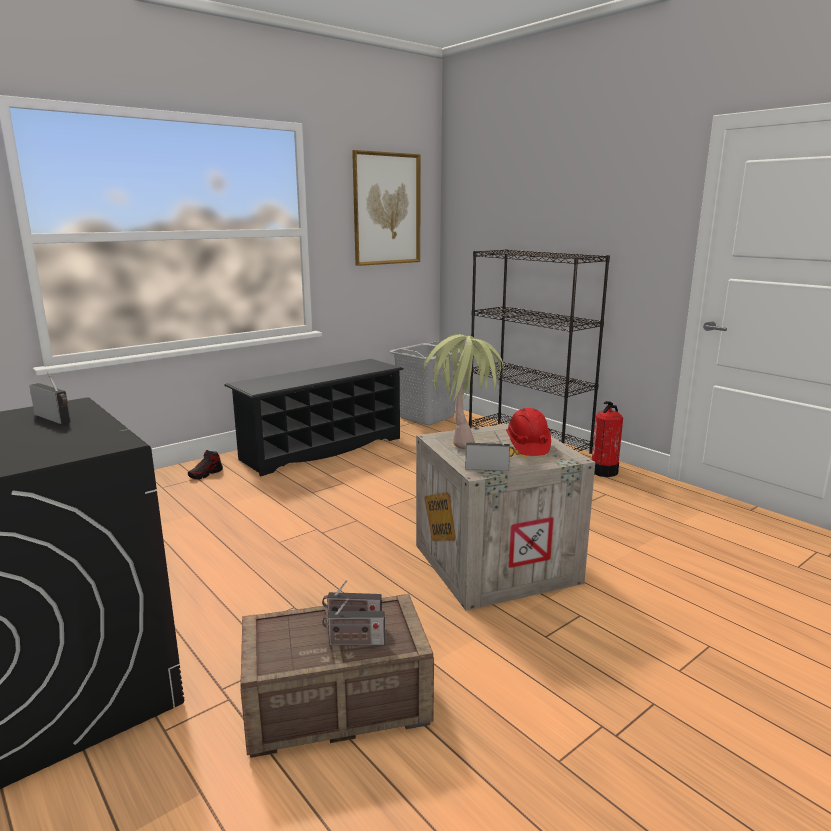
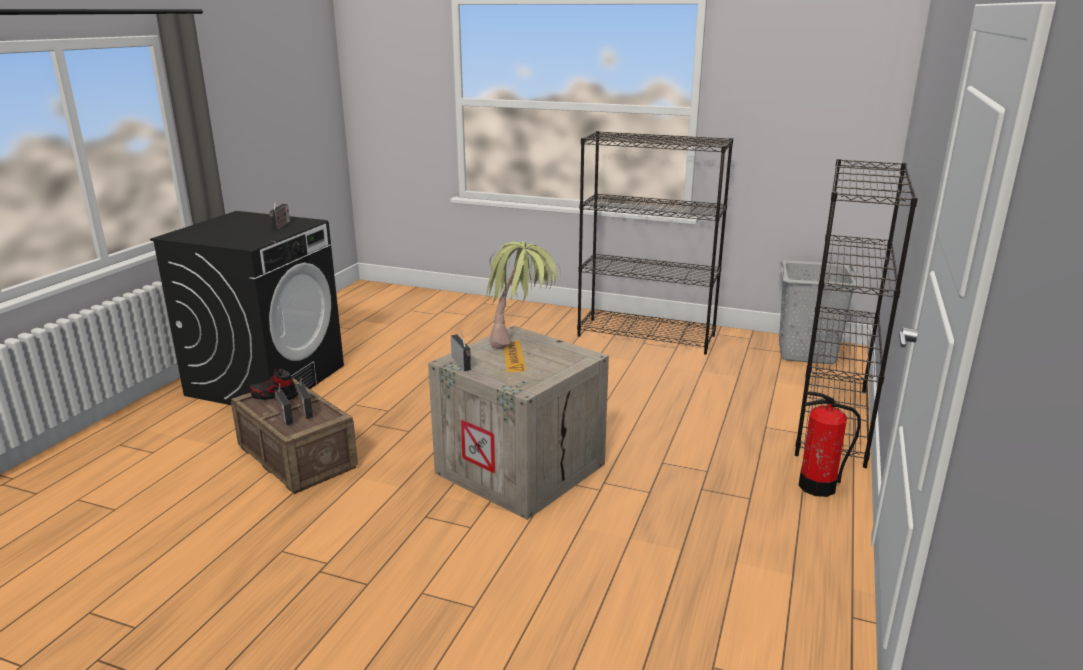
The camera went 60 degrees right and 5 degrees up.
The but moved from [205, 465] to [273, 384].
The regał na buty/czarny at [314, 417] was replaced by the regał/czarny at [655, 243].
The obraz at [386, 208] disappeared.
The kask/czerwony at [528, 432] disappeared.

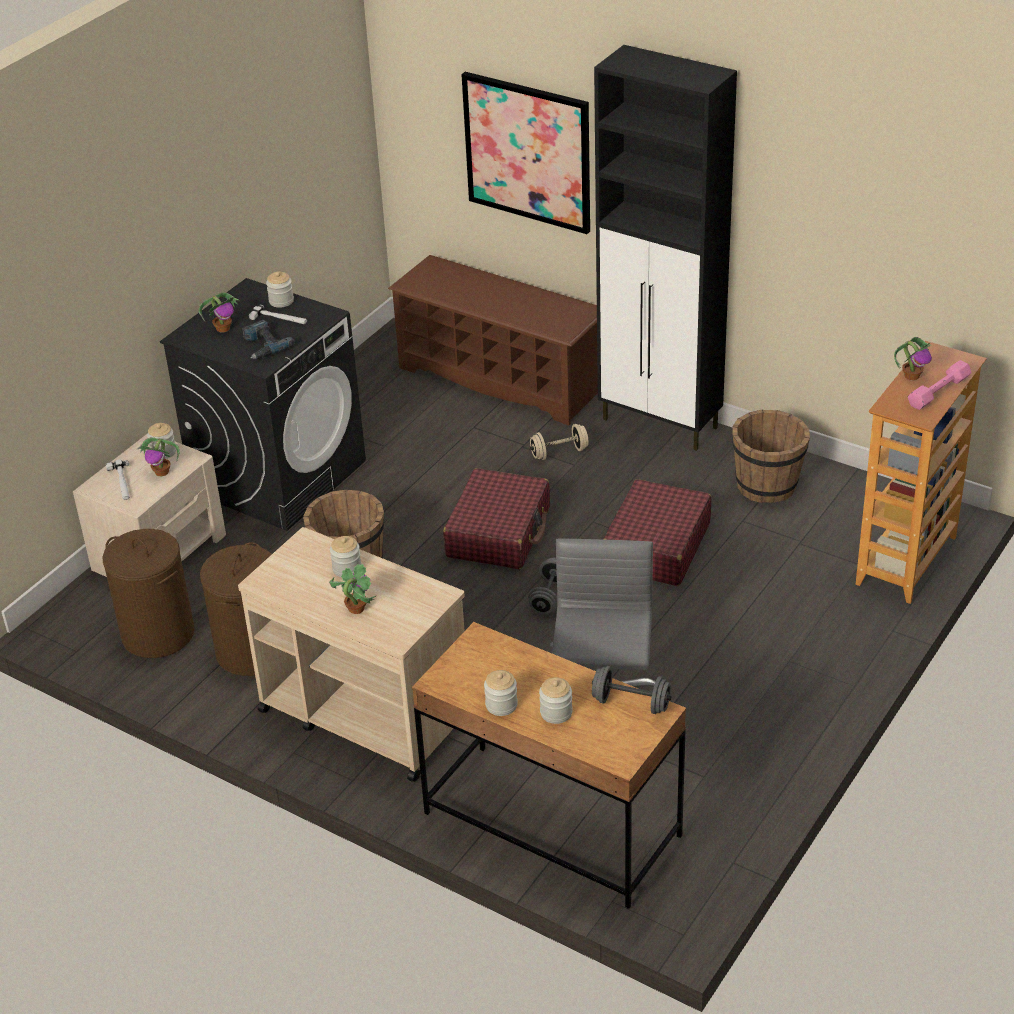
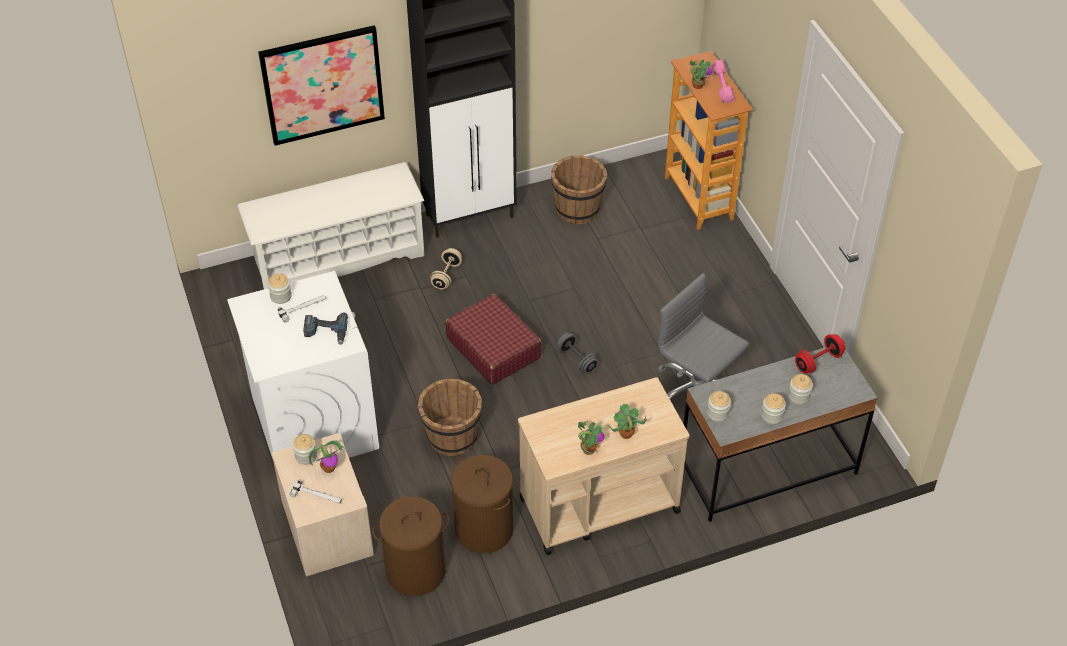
The camera went 55 degrees left and 10 degrees up.
The pralka/czarny at [263, 404] became the pralka/biały at [303, 365].
The regał na buty/brązowy at [493, 340] became the regał na buty/biały at [331, 225].
The roślina doniczkowa moved from [219, 312] to [591, 438].
The biurko/brązowy at [549, 765] became the biurko/szary at [780, 434].
The słoik moved from [345, 556] to [719, 406].
The hantel/szary at [632, 690] became the hantel/czerwony at [820, 354].
The walizka/czerwony at [657, 532] disappeared.

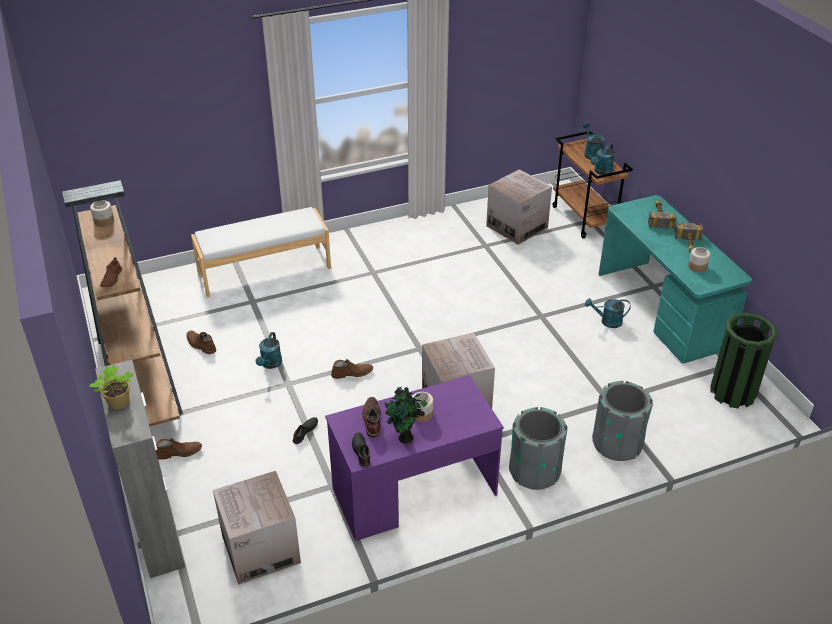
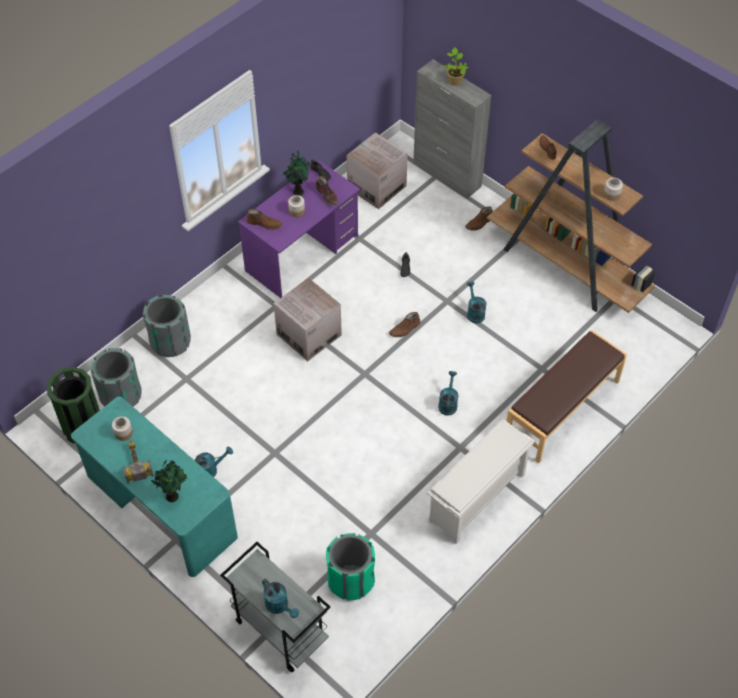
The camera went 155 degrees right and 15 degrees up.
The kosz na śmieci/szary moved from [538, 448] to [116, 377].
The młotek at [662, 214] was replaced by the roślina doniczkowa at [168, 481].
The wózek/brązowy at [592, 184] became the wózek/szary at [275, 607].
The but z cholewką/brązowy moved from [201, 342] to [264, 219].
The karton at [519, 207] was replaced by the kosz na śmieci/zielony at [350, 566].
The regał na buty/biały at [480, 481] appeared.
The konewka/turkusowy moved from [603, 159] to [448, 393].
The ławka/biały at [261, 252] became the ławka/brązowy at [567, 396].

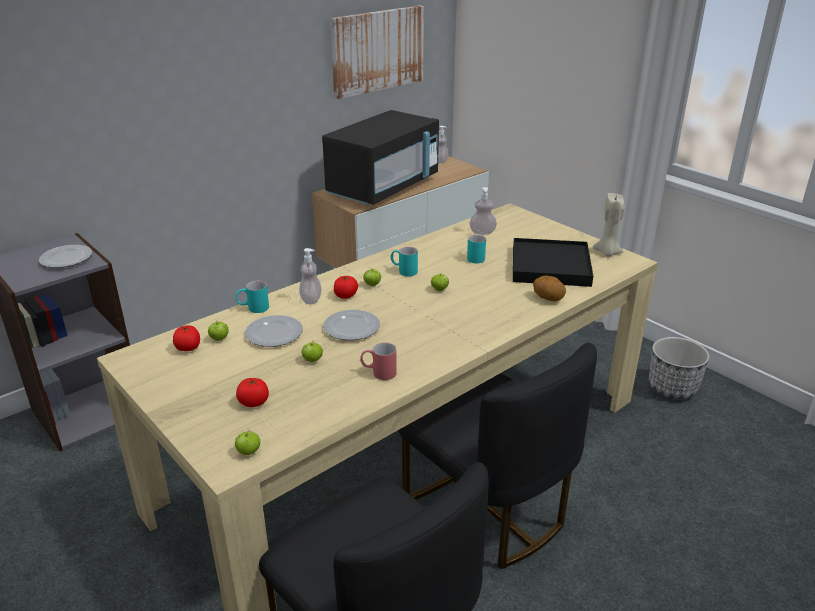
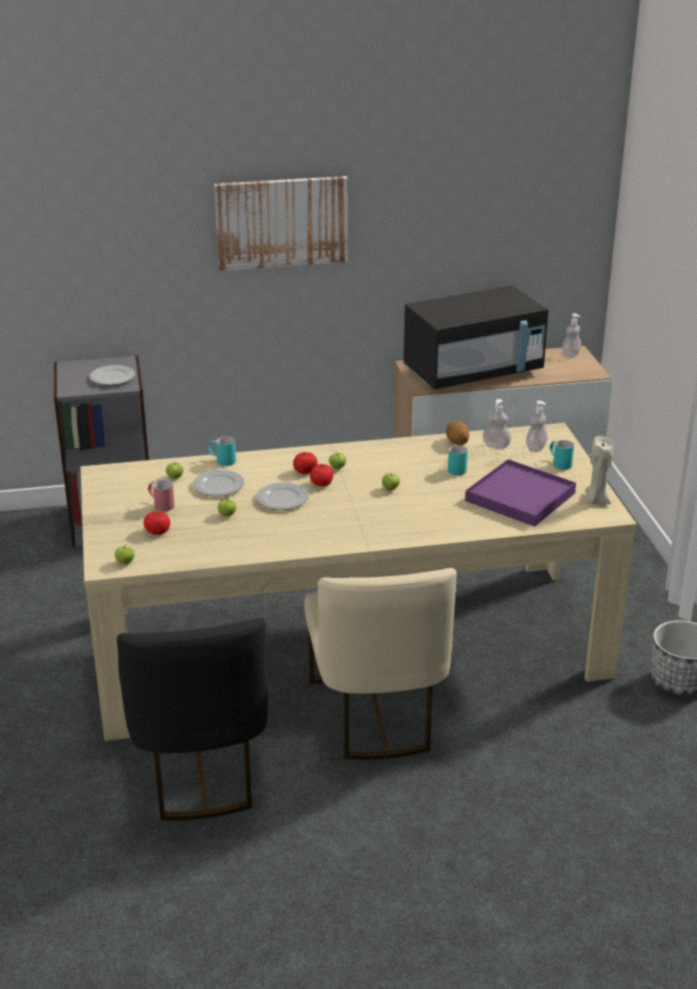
The camera went 30 degrees right and 0 degrees up.
The kubek/czerwony moved from [378, 361] to [161, 495].
The obraz moved from [377, 52] to [281, 223].
The krzesło/czarny at [498, 456] became the krzesło/beżowy at [380, 664].
The pomidor moved from [186, 338] to [321, 475].
The ziemniak moved from [549, 289] to [457, 433].
The taca/czarny at [553, 262] became the taca/fioletowy at [520, 493].
The dozownik mydła moved from [310, 276] to [537, 426].
The kubek/turkusowy moved from [404, 261] to [561, 455].

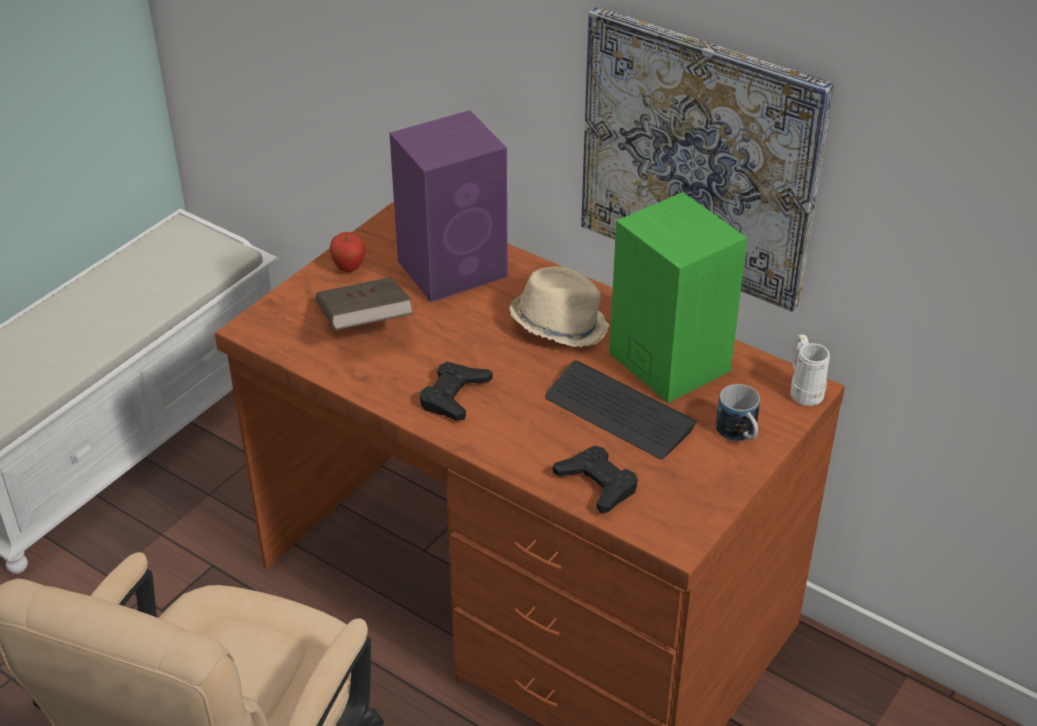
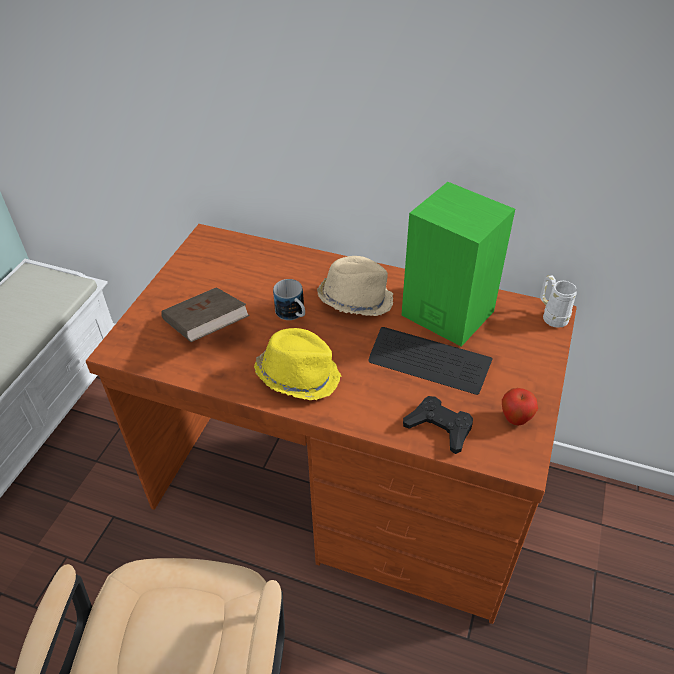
The camera went 15 degrees left and 5 degrees up.
The pad do gier/czarny at [456, 391] was replaced by the kapelusz/żółty at [297, 364].
The kubek moved from [738, 412] to [289, 299].
The jabłko moved from [347, 252] to [520, 406].
The głośnik/fioletowy at [448, 206] disappeared.
The obraz at [707, 159] disappeared.

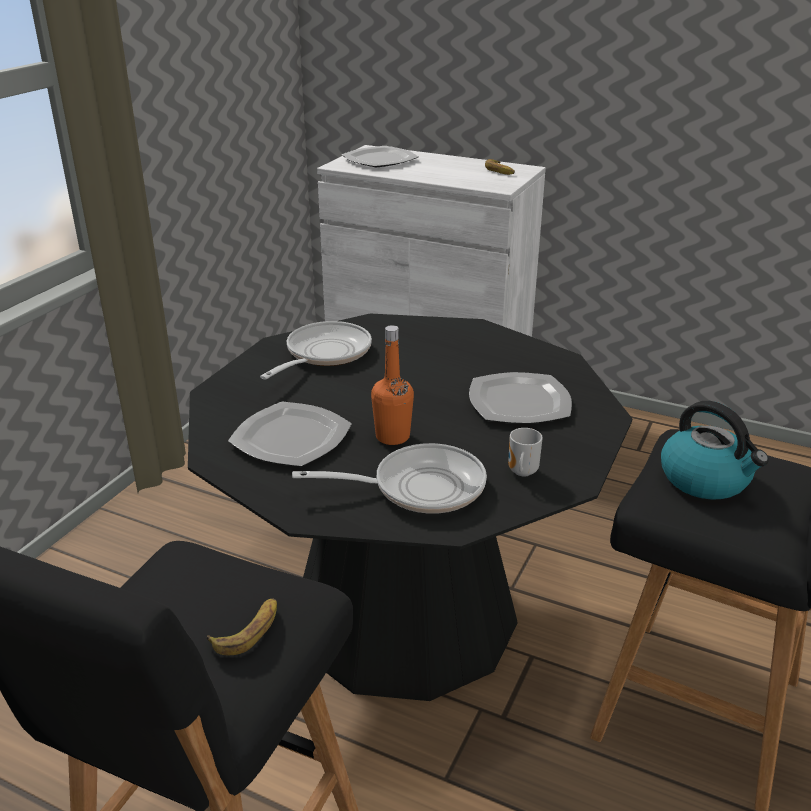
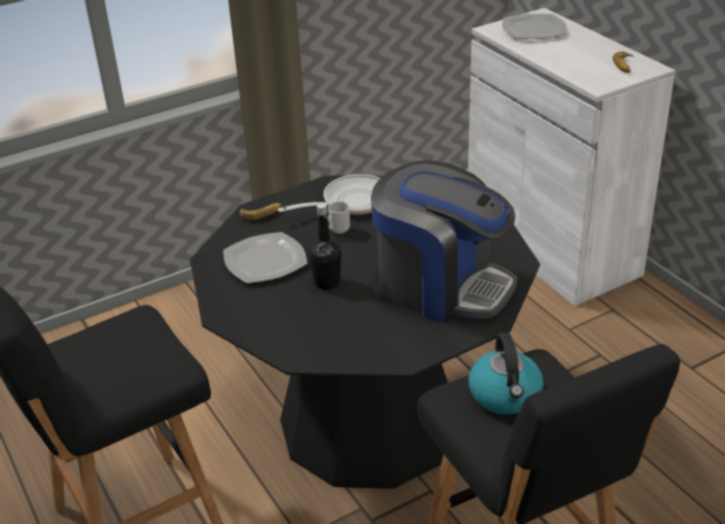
The camera went 35 degrees right and 5 degrees up.
The banan moved from [242, 626] to [261, 211].
The butelka/pomarańczowy at [392, 385] became the butelka/czarny at [325, 246].
The kubek moved from [525, 452] to [339, 217].
The talerz at [520, 397] was replaced by the ekspres do kawy at [444, 242].
The patelnia at [389, 478] disappeared.

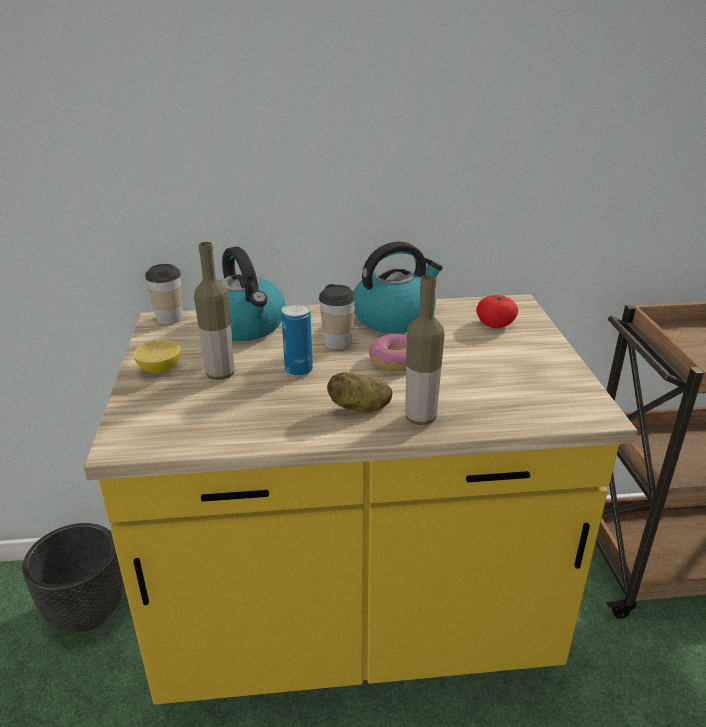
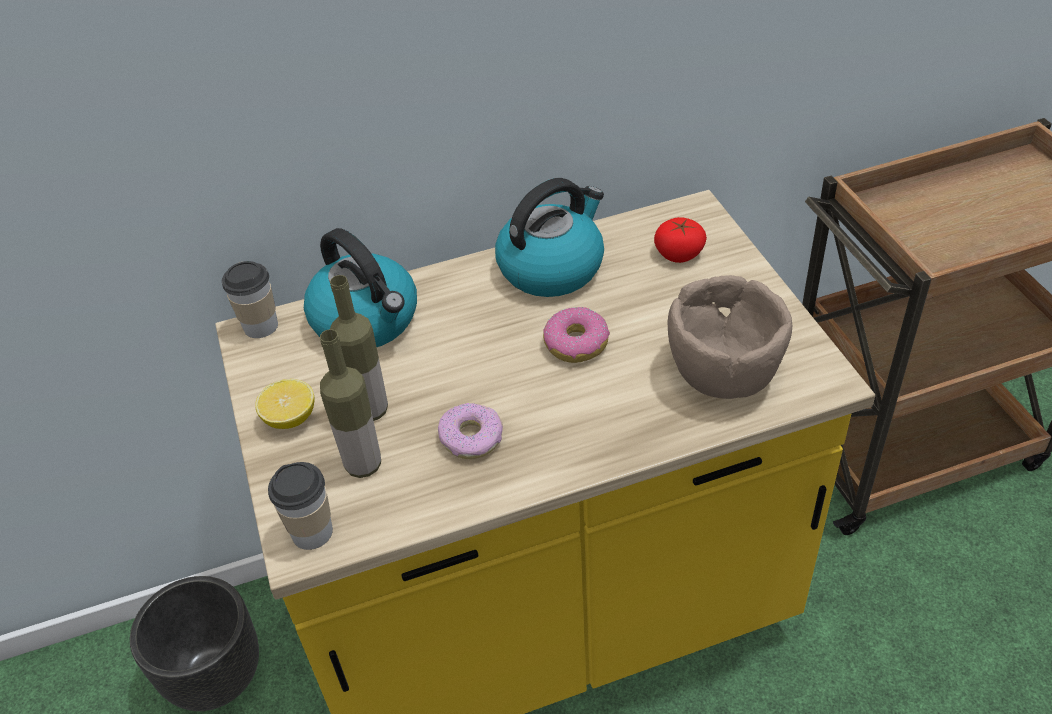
The camera went 10 degrees left and 15 degrees up.
The filiżanka moved from [337, 317] to [300, 506].
The butelka moved from [424, 350] to [350, 403].
The donut at [470, 431] appeared.
The miska/brązowy at [729, 337] appeared.
The puszka at [297, 339] disappeared.
The ziemniak at [359, 392] disappeared.

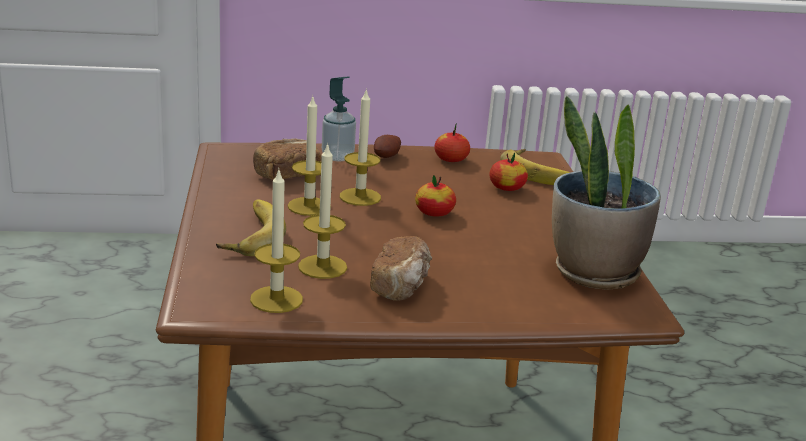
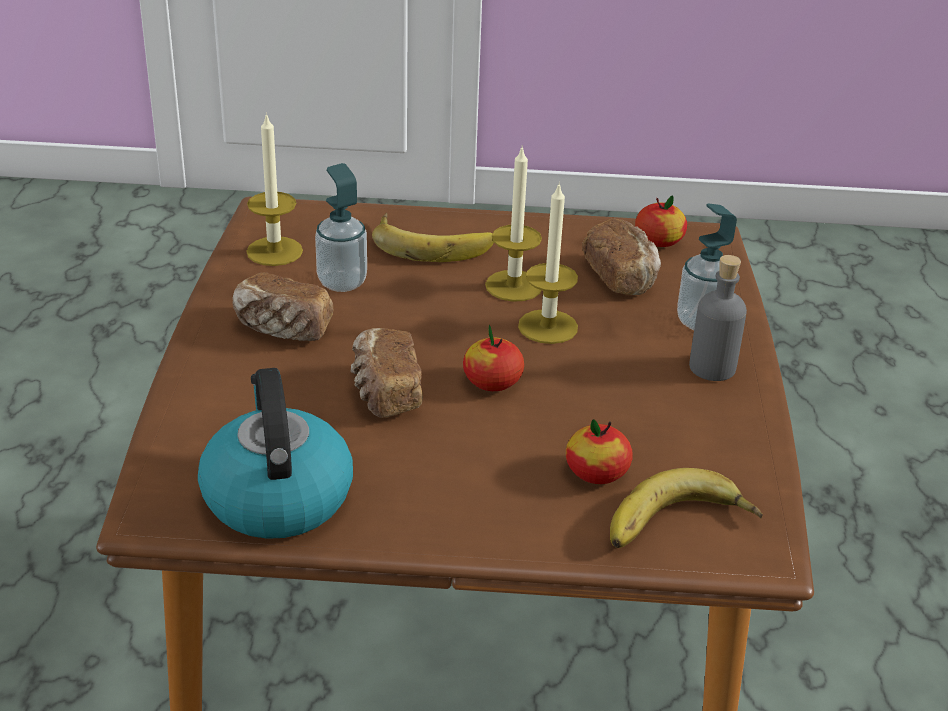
The camera went 100 degrees right and 10 degrees up.
The roślina doniczkowa at [606, 193] was replaced by the czajnik at [275, 453].
The świeca at [322, 211] was replaced by the dozownik mydła at [341, 227].
The chleb at [387, 373] appeared.
The jabłko moved from [452, 143] to [661, 221].
The ziemniak at [387, 146] was replaced by the butelka/szary at [718, 318].

